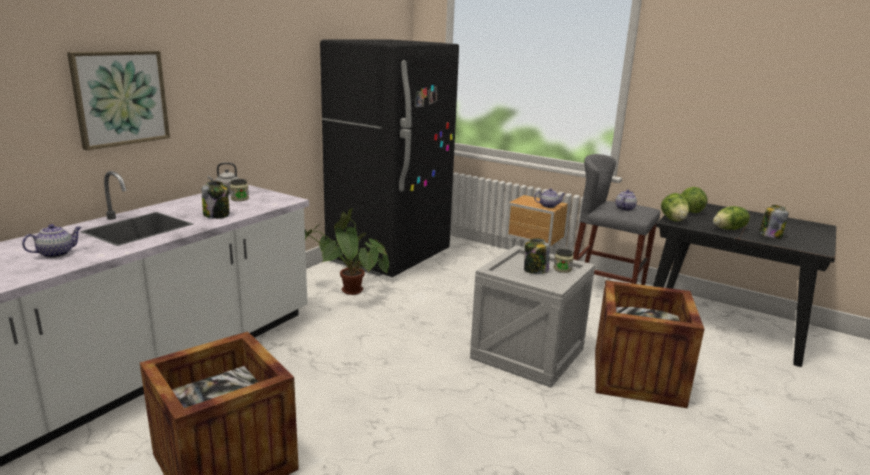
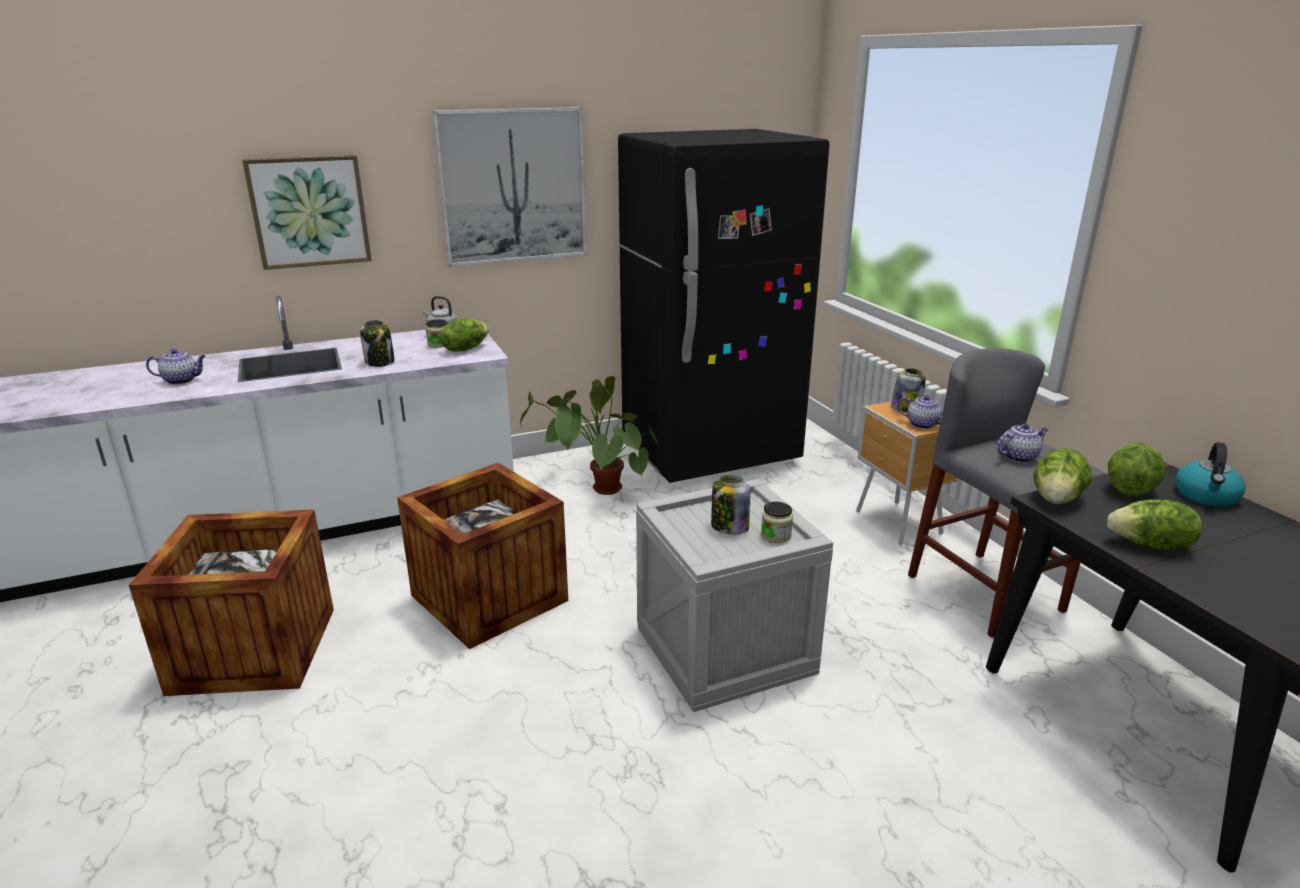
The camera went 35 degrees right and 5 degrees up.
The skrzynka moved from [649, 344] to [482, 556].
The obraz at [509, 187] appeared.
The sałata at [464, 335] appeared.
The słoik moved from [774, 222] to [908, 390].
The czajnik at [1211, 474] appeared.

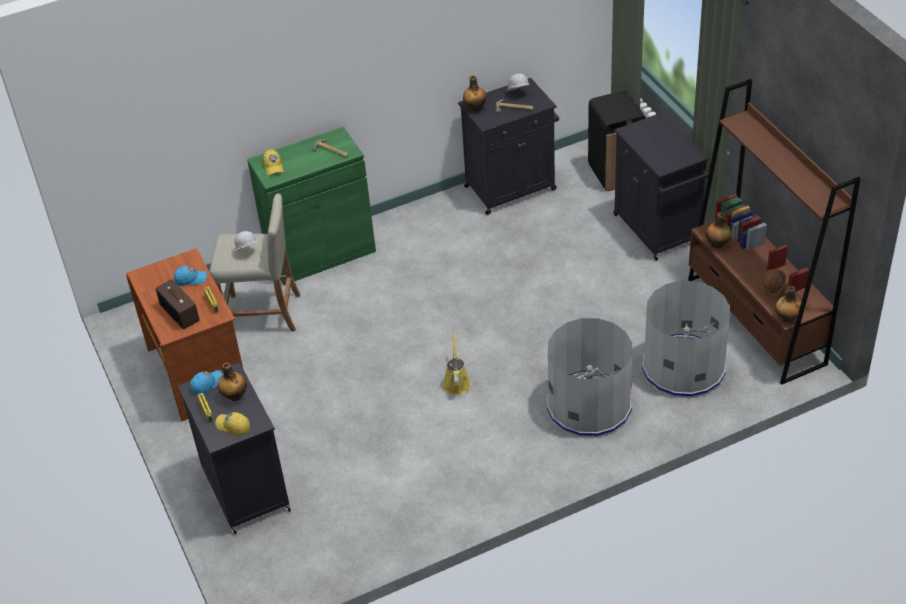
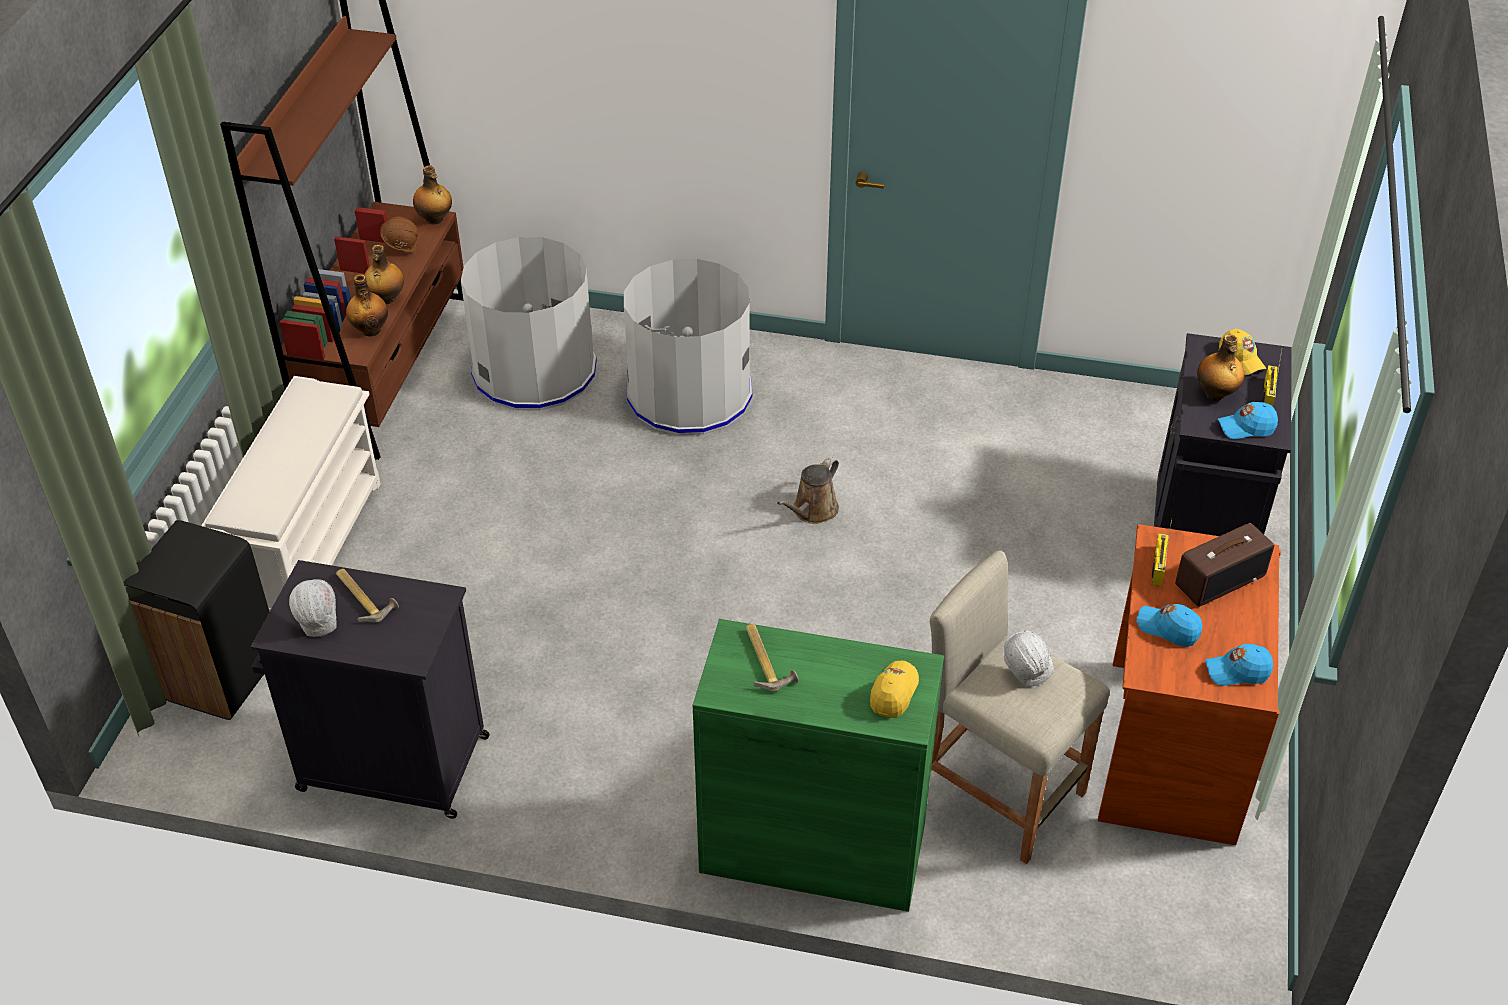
The camera went 145 degrees left and 0 degrees up.
The szafka/czarny at [661, 186] was replaced by the regał na buty/biały at [291, 494].
The butelka moved from [474, 93] to [384, 274].
The konewka/żółty at [457, 363] became the konewka/brązowy at [808, 490].
The radio at [177, 304] turned 60 degrees clockwise.
The czapka z daszkiem/niebieski at [1239, 665] appeared.

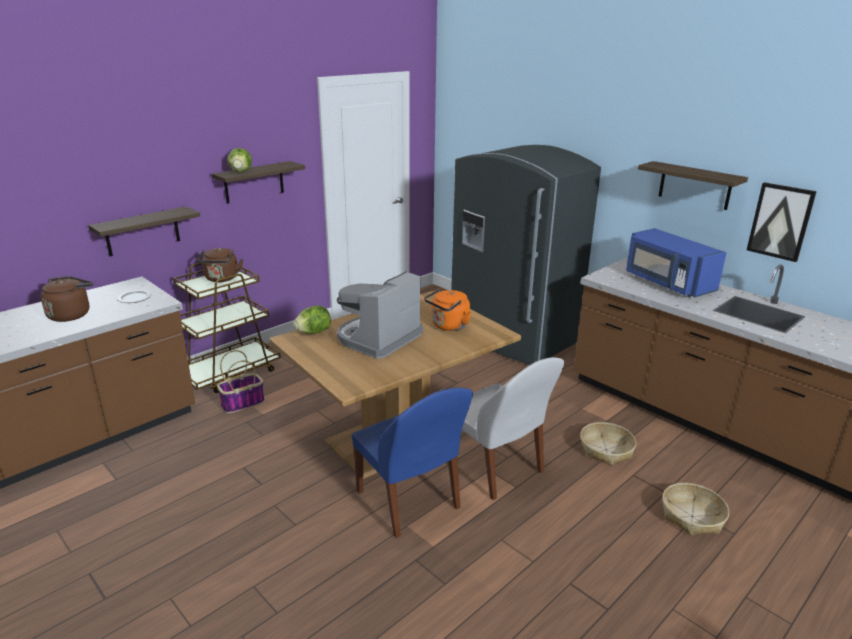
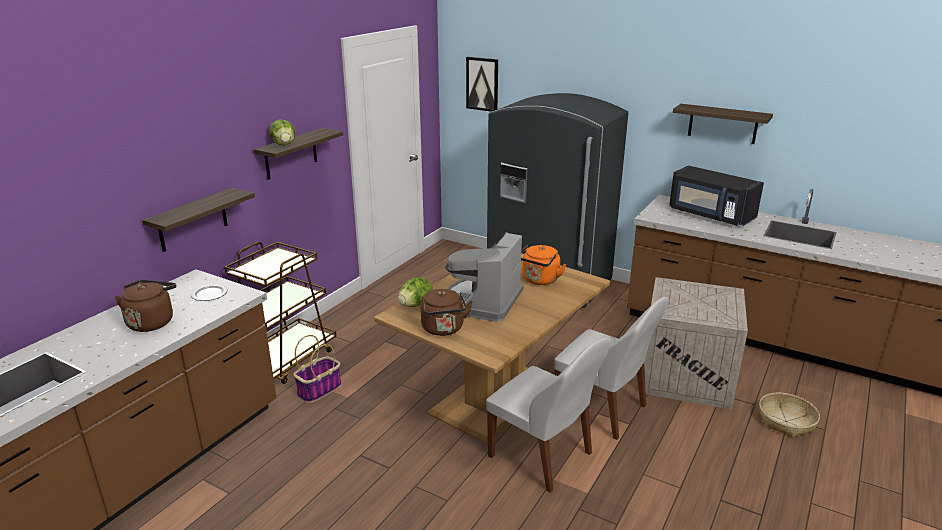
The camera went 15 degrees left and 0 degrees up.
The czajnik/brązowy moved from [220, 265] to [447, 312].
The obraz moved from [782, 222] to [482, 84].
The krzesło/niebieski at [412, 463] became the krzesło/biały at [549, 415].
The koszyk at [608, 444] was replaced by the skrzynka at [696, 343].
The mikrofalówka/niebieski at [676, 262] became the mikrofalówka/czarny at [716, 196].

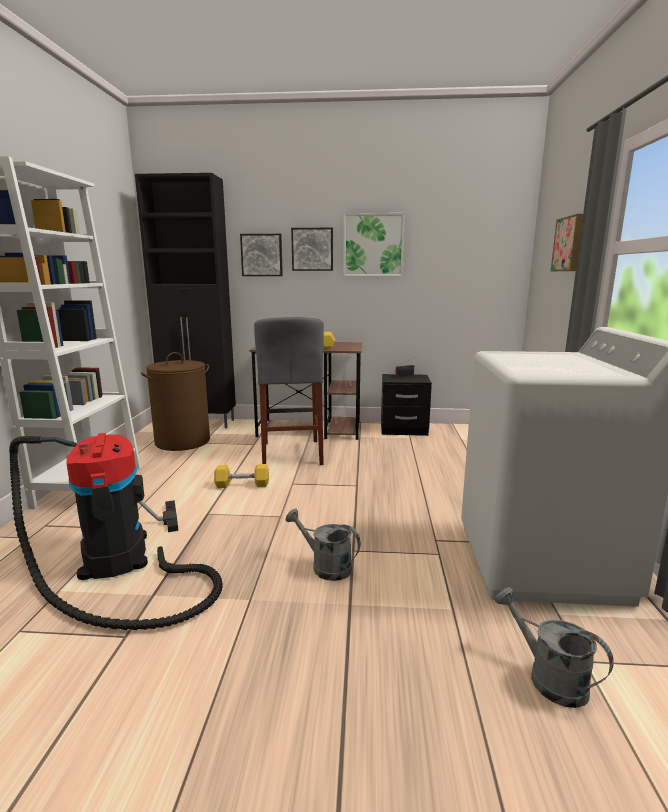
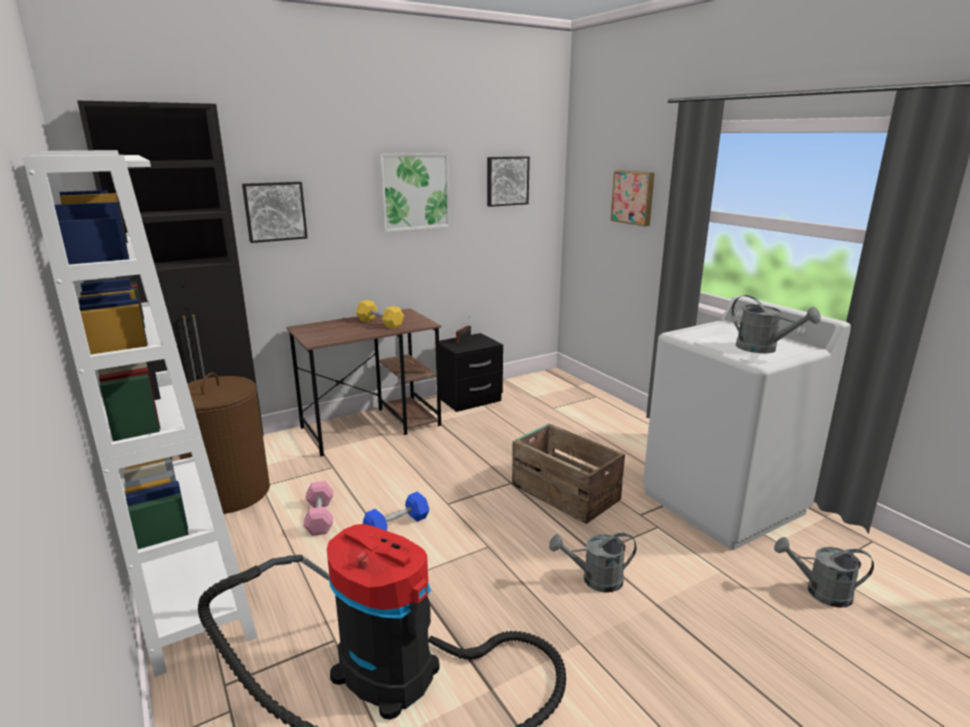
The camera went 35 degrees left and 5 degrees up.
The hantel/różowy at [318, 508] appeared.
The hantel/żółty at [241, 476] became the hantel/niebieski at [396, 511].
The obraz moved from [312, 249] to [508, 181].
The skrzynka at [568, 473] appeared.
The konewka/szary at [776, 324] appeared.
The stołek/szary at [289, 391] disappeared.

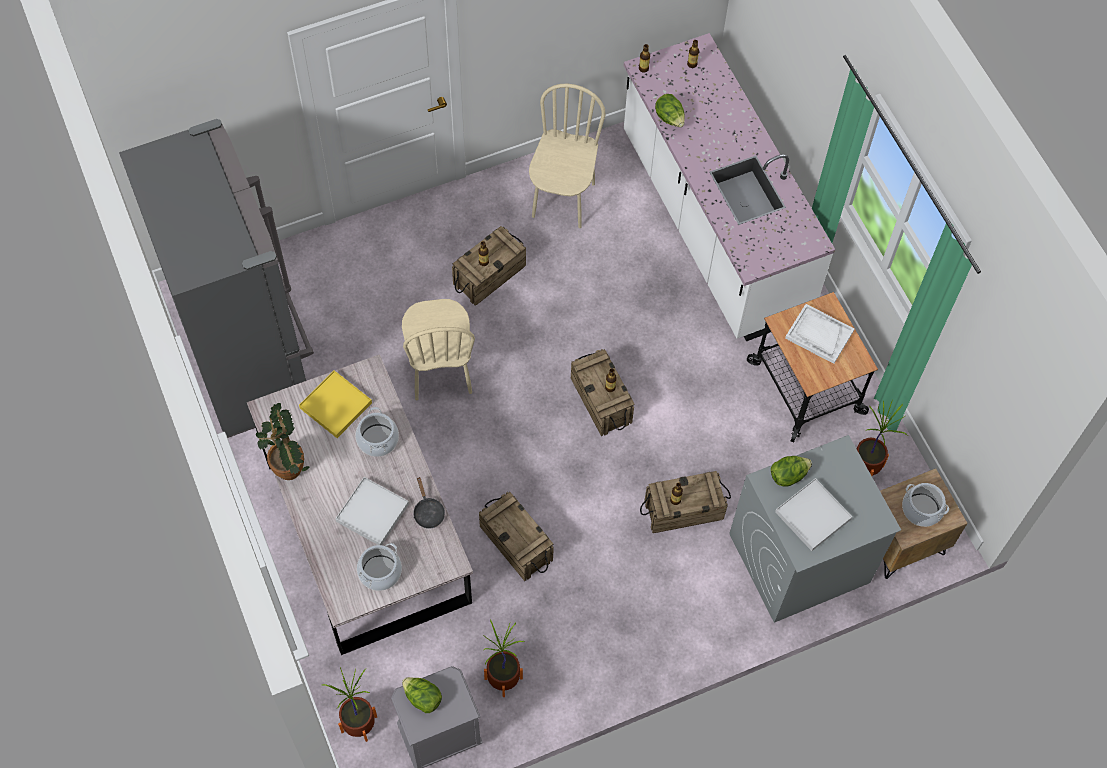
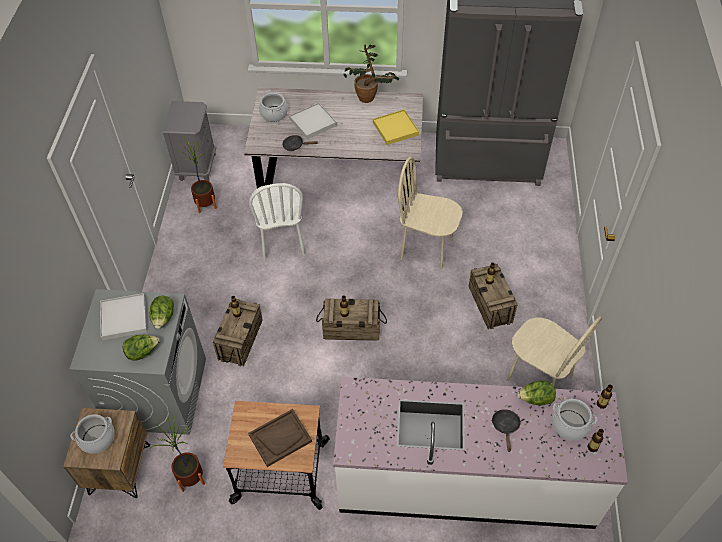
The camera went 120 degrees right and 10 degrees down.
The sałata moved from [422, 695] to [141, 347].
The taca/biały at [819, 334] became the taca/brązowy at [280, 438].
The skrzynka at [516, 536] was replaced by the krzesło/biały at [277, 222].
The patelnia/czarny at [506, 430] appeared.
The garnek moved from [377, 432] to [574, 420].
The roślina doniczkowa at [349, 704] disappeared.

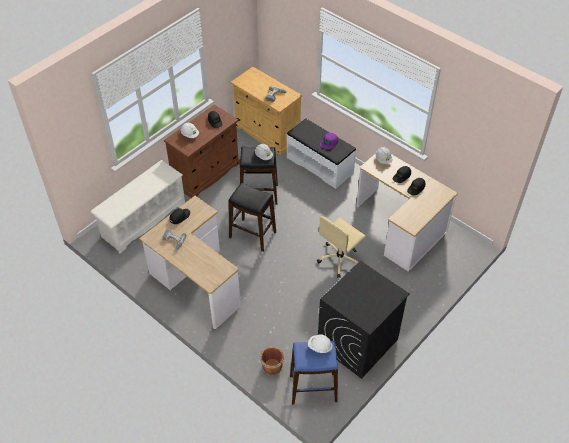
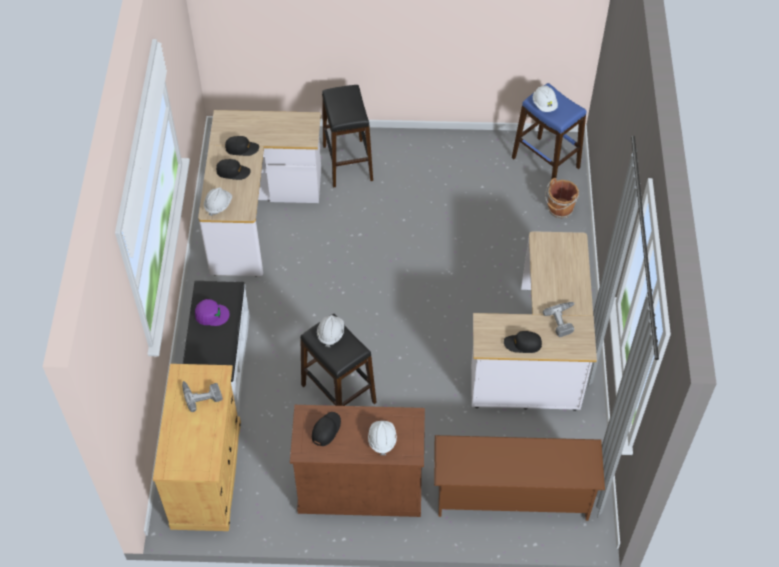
The camera went 130 degrees left and 5 degrees up.
The stołek/czarny moved from [252, 217] to [347, 136].
The regał na buty/biały at [137, 207] became the regał na buty/brązowy at [519, 478].
The krzesło biurowe/beżowy at [341, 247] disappeared.
The pralka/czarny at [364, 320] disappeared.

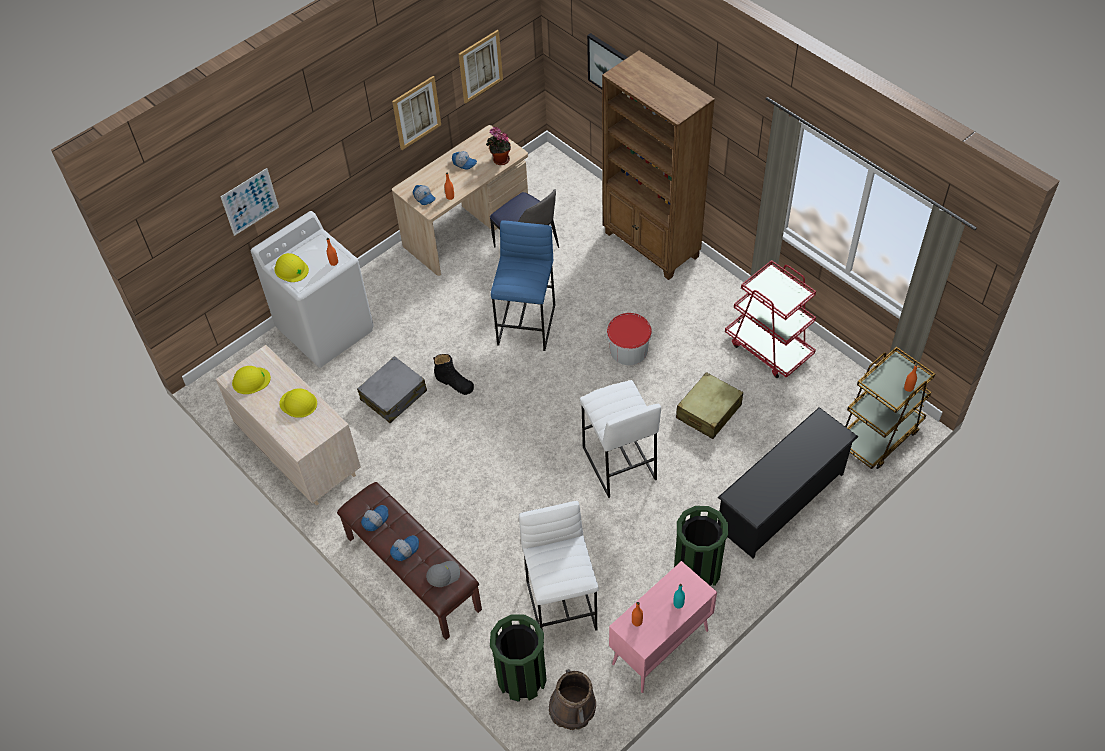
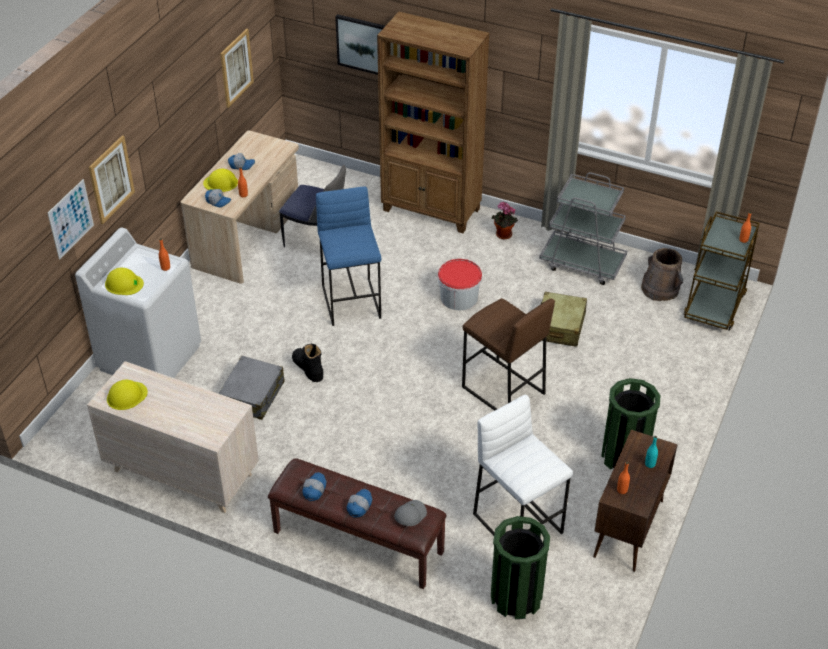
The camera went 25 degrees left and 10 degrees down.
The obraz moved from [416, 113] to [112, 179].
The kask/żółty moved from [298, 403] to [220, 180].
The but z cholewką/czarny at [453, 374] turned 135 degrees counterclockwise.
The stołek/biały at [620, 439] became the stołek/brązowy at [508, 354].
The roślina doniczkowa moved from [498, 146] to [505, 220].
The wózek/czerwony at [770, 319] became the wózek/szary at [583, 228].
The szafka/różowy at [663, 627] became the szafka/brązowy at [635, 501].
The wiadro/brązowy moved from [572, 699] to [662, 274].
The regał na buty/czarny at [788, 483] disappeared.

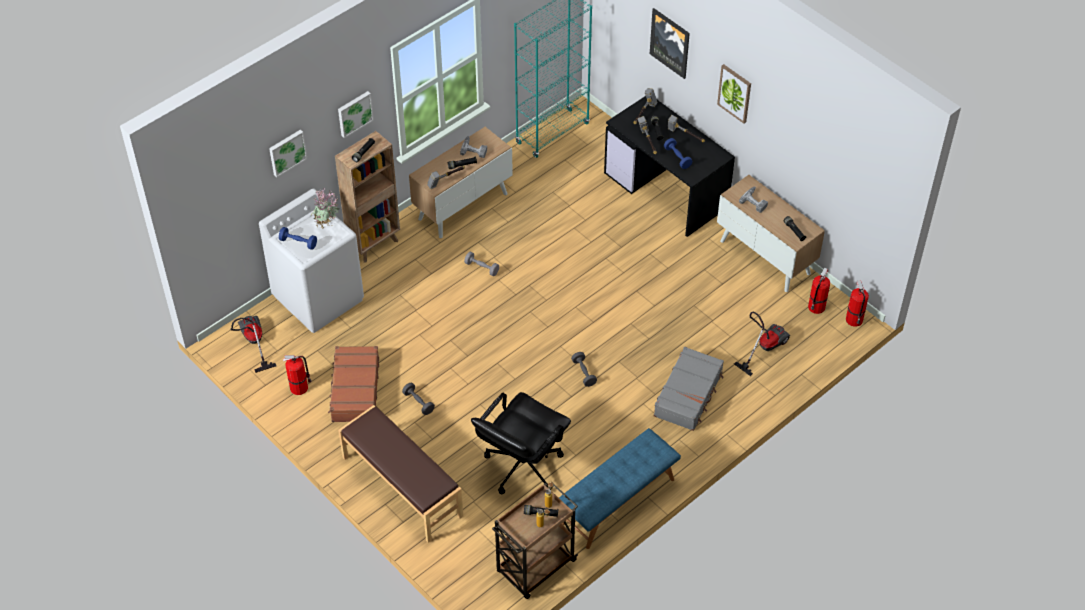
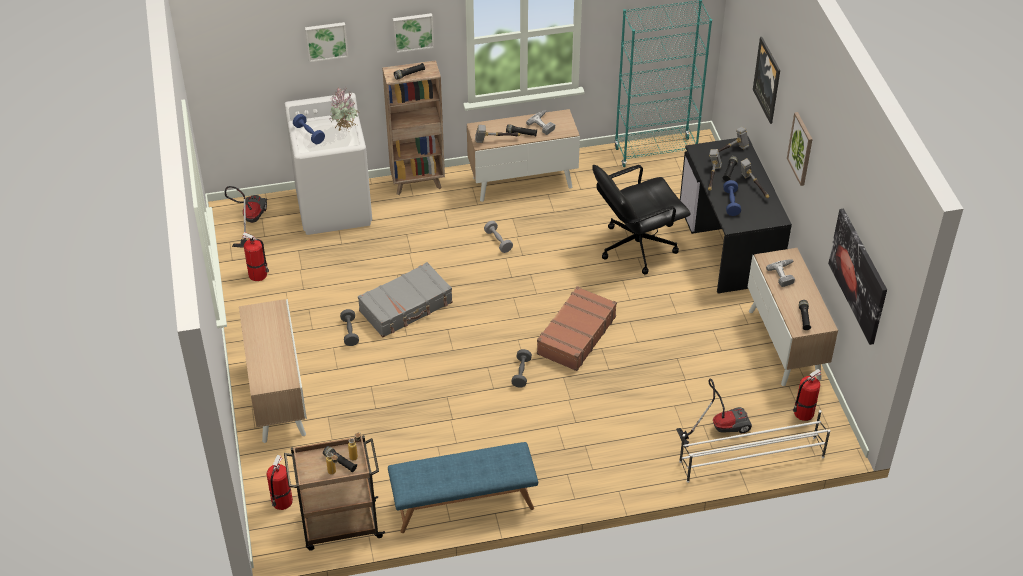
The camera went 30 degrees right and 5 degrees down.
The ławka/brązowy at [400, 474] was replaced by the szafka at [273, 371].
The gaśnica moved from [857, 303] to [279, 482].
The walizka/szary moved from [689, 389] to [405, 300].
The walizka/brązowy moved from [353, 384] to [577, 328].
The krzesło biurowe/czarny moved from [521, 443] to [641, 220].
The regał na buty/biały at [754, 446] appeared.
The obraz at [857, 276] appeared.

